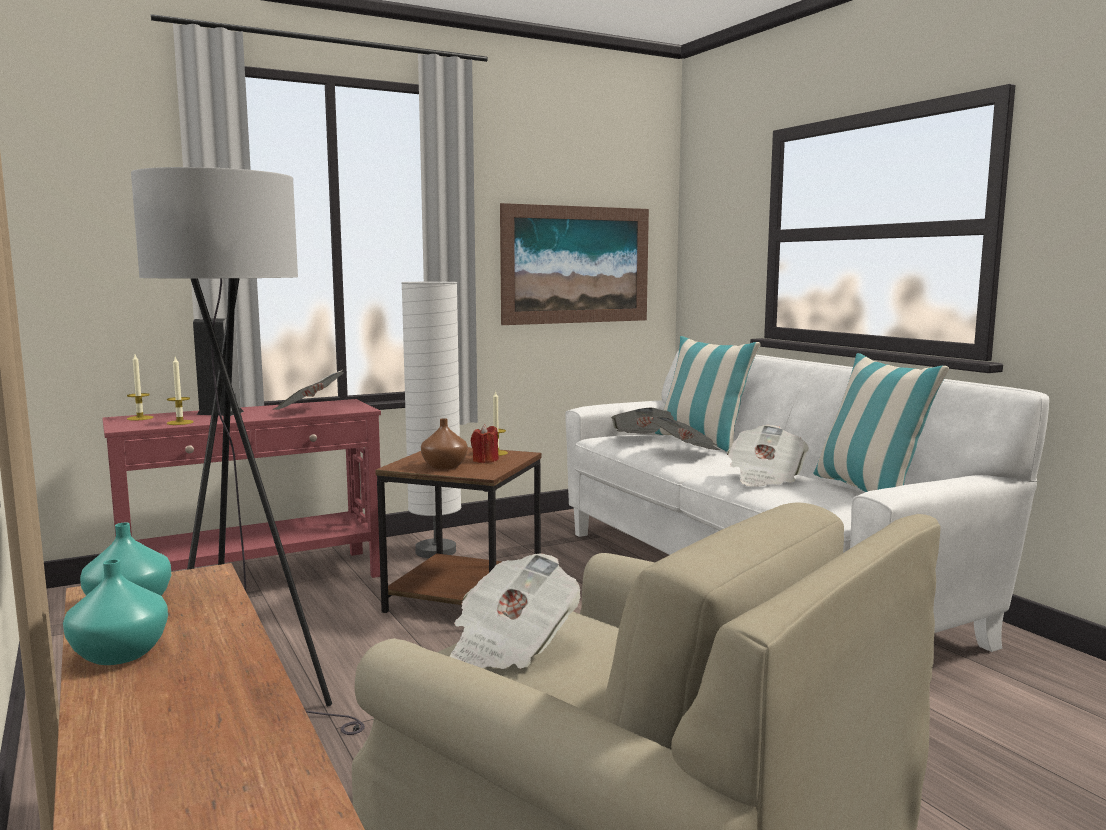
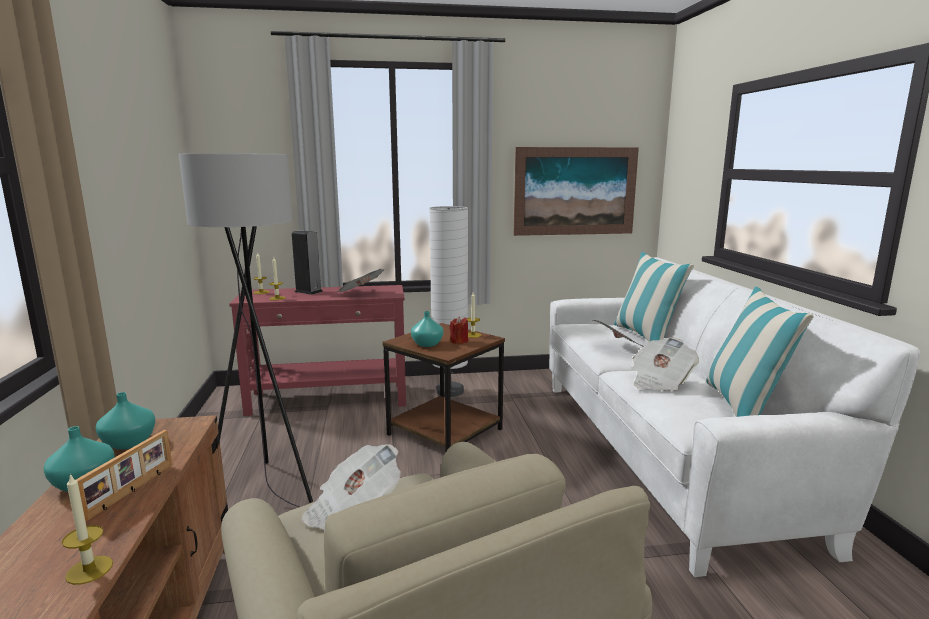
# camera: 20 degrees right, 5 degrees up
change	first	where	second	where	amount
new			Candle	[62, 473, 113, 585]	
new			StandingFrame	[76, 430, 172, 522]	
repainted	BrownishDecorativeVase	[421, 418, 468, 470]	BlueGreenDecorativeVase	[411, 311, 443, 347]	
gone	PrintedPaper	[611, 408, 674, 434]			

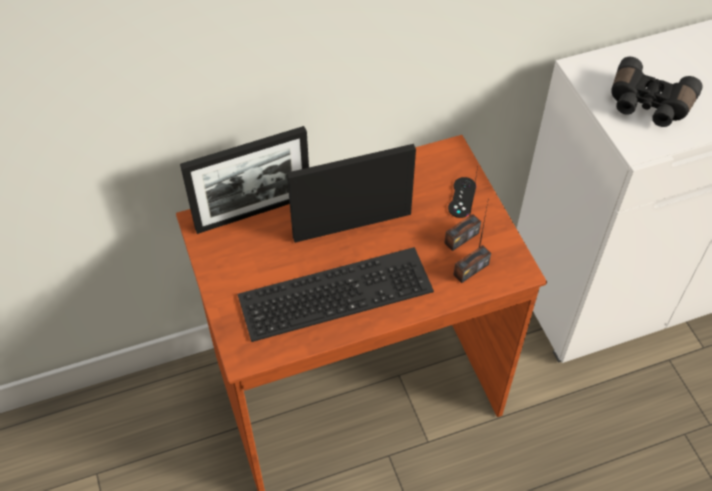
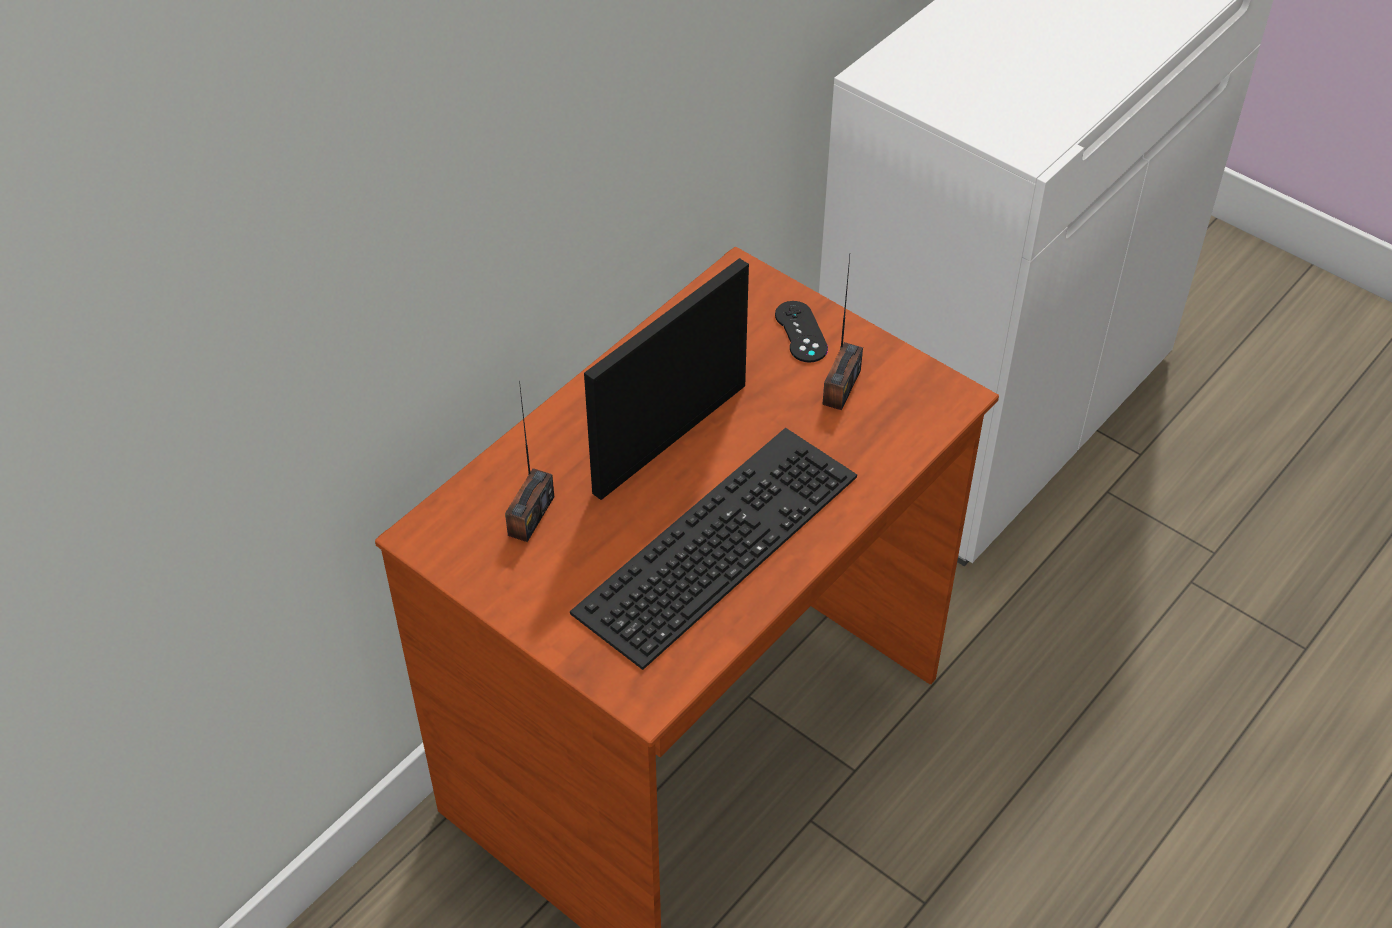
# camera: 30 degrees left, 5 degrees down
change	first	where	second	where	amount
shifted	RadioSet	[454, 198, 491, 283]		[505, 381, 554, 542]	
gone	StandingFrame	[180, 126, 309, 234]			
gone	BlackColouredPairOfBinoculars	[611, 57, 703, 127]			

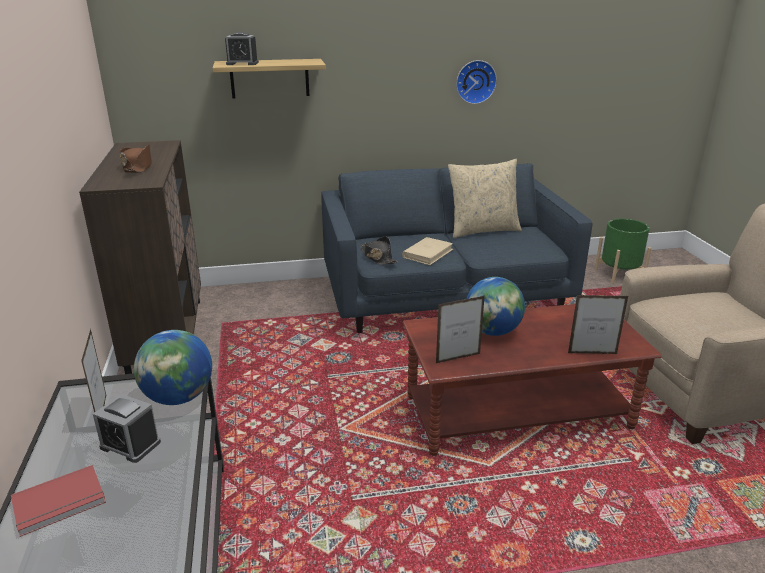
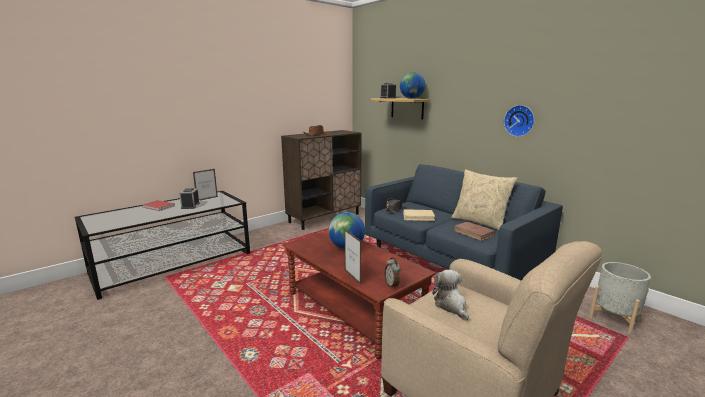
# camera: 60 degrees right, 10 degrees down
change	first	where	second	where	amount
new			TableClock	[385, 257, 401, 289]	
shifted	WorldGlobe	[134, 330, 212, 405]		[400, 72, 425, 99]	
new			CuddlyToy	[433, 270, 469, 320]	
new			BrownishBoundBook	[453, 222, 495, 241]	
repainted	GreenColouredPlanter	[595, 219, 651, 284]	GrayPlanter	[589, 262, 651, 334]	
gone	StandingFrame	[436, 296, 485, 363]			

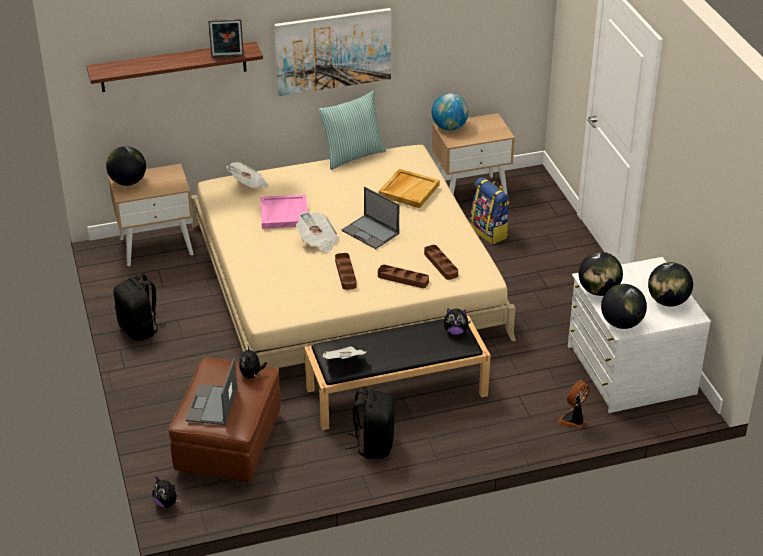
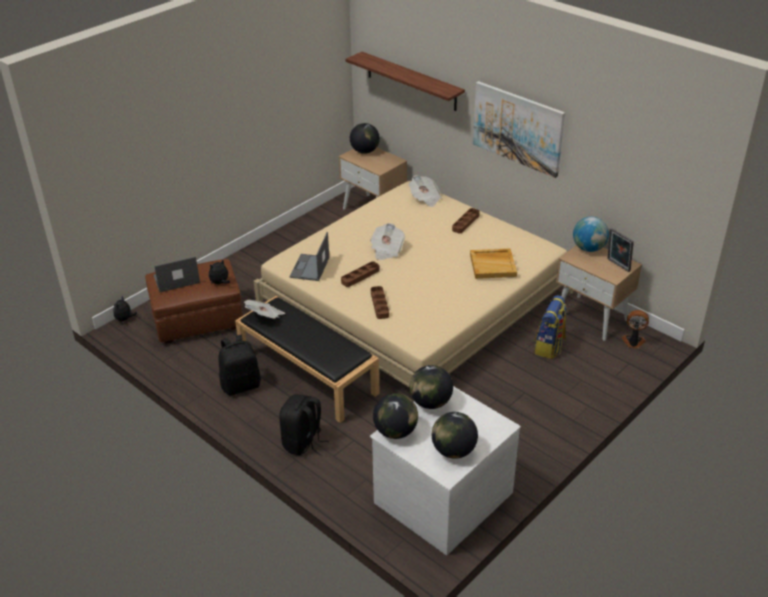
# camera: 60 degrees right, 0 degrees up
change	first	where	second	where	amount
shifted	BlackColouredBackpack	[114, 272, 166, 341]		[279, 394, 329, 456]	
shifted	Laptop	[341, 187, 399, 249]		[290, 232, 329, 281]	
shifted	BrownishServingTray	[424, 245, 458, 280]		[452, 208, 480, 233]	
shifted	StandingFrame	[208, 18, 244, 58]		[607, 228, 634, 272]	
shifted	Fan	[557, 381, 590, 428]		[622, 310, 649, 349]	
gone	PinkServingTray	[260, 194, 308, 229]			
gone	Pillow	[318, 91, 386, 170]			
gone	CuddlyToy	[444, 308, 471, 335]			

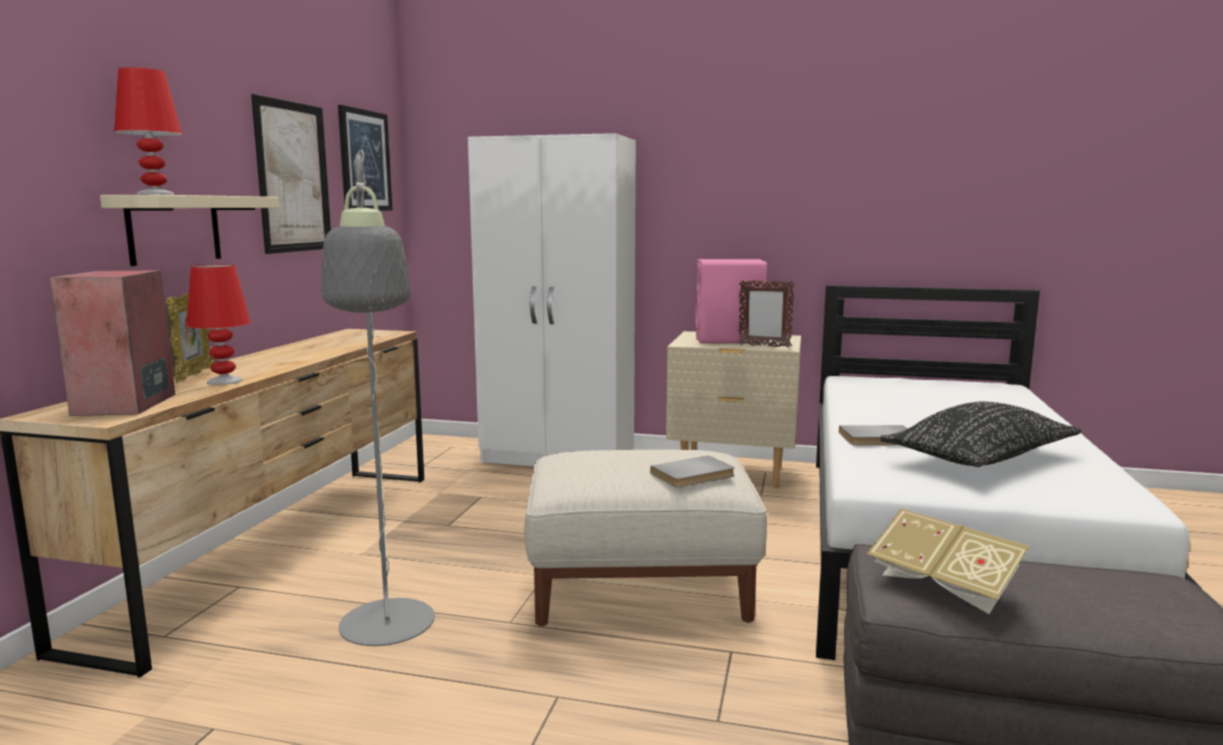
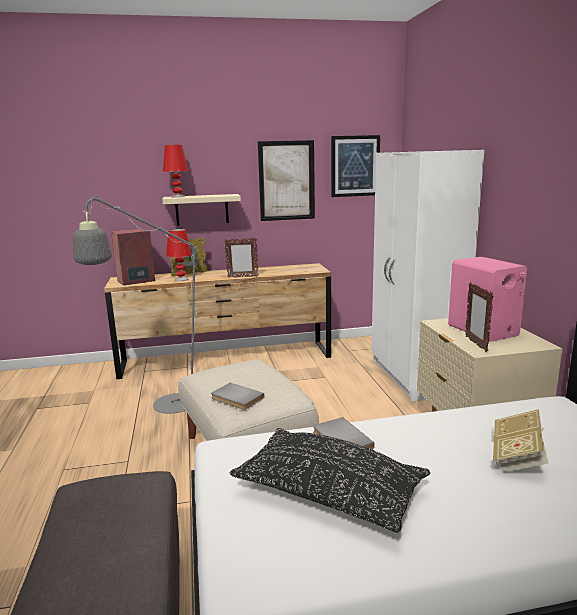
# camera: 65 degrees right, 5 degrees up
change	first	where	second	where	amount
new			StandingFrame	[224, 238, 258, 278]	
shifted	BoundBook	[867, 508, 1029, 614]		[493, 409, 549, 473]	

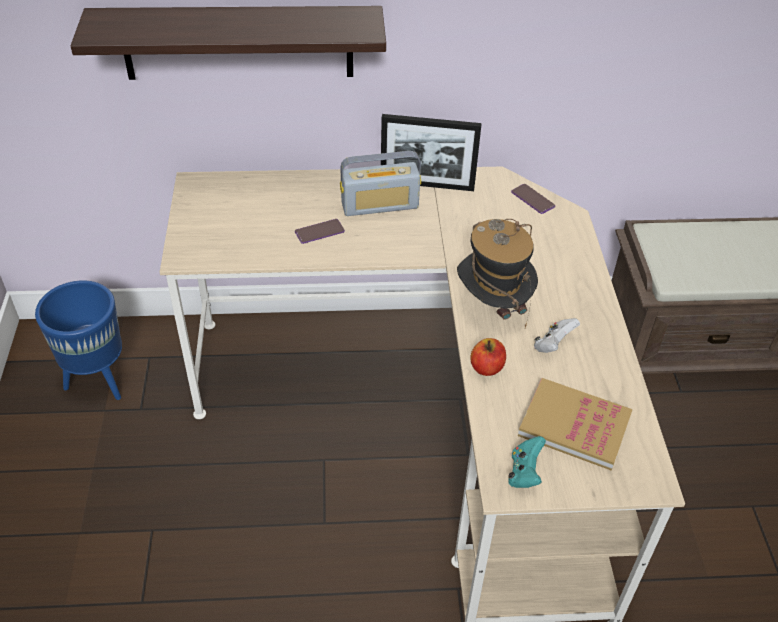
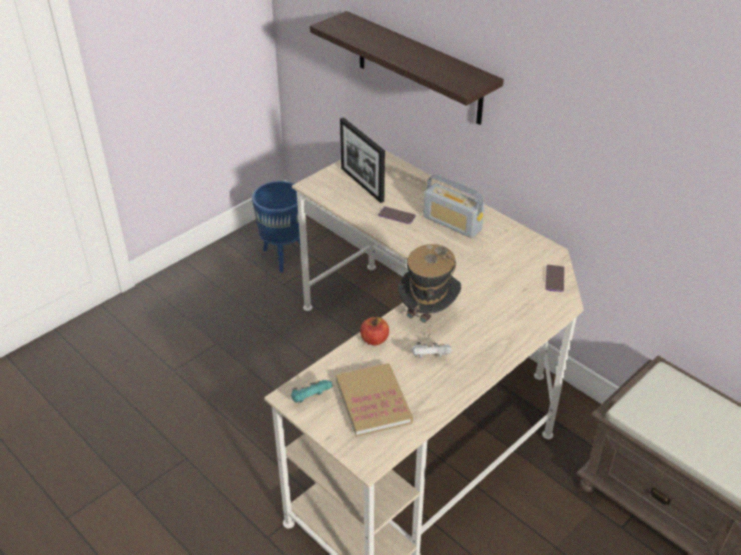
# camera: 50 degrees right, 5 degrees down
change	first	where	second	where	amount
shifted	StandingFrame	[381, 114, 482, 191]		[340, 117, 385, 203]	

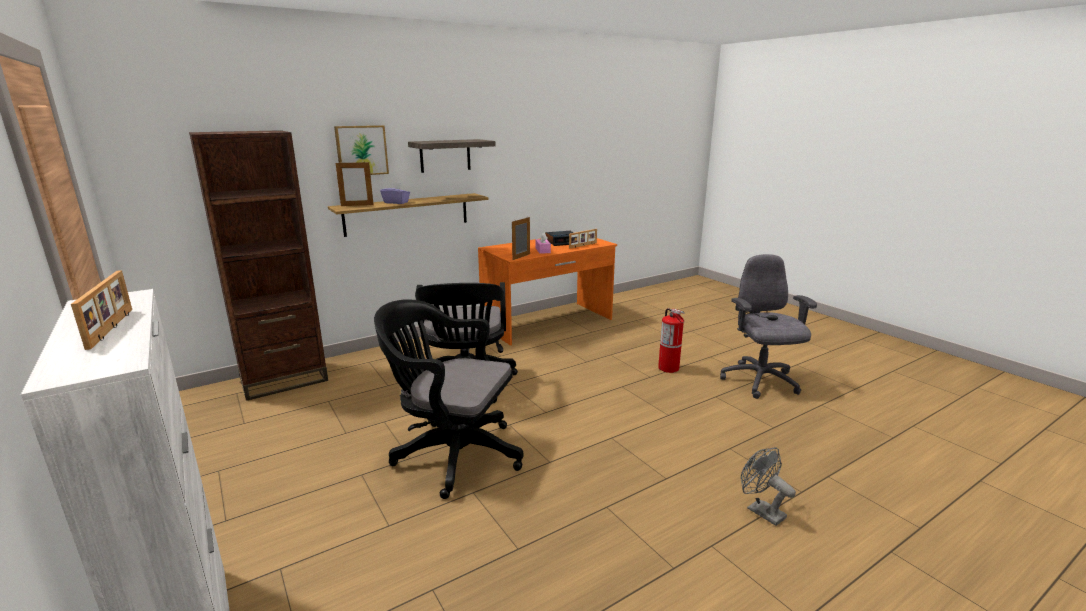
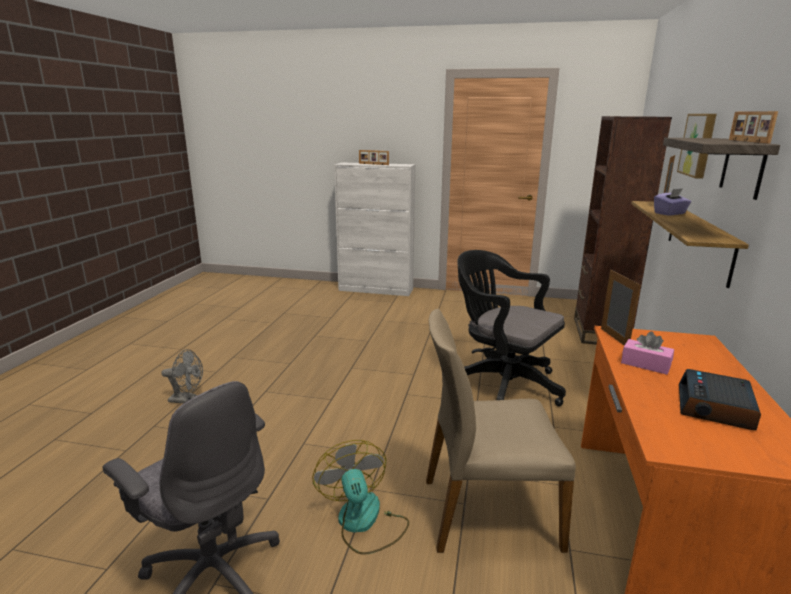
# camera: 135 degrees right, 0 degrees up
change	first	where	second	where	amount
swapped	FireExtinguisher	[658, 308, 685, 373]	Fan	[312, 440, 409, 555]	
new			SandColouredChair	[426, 309, 576, 553]	
shifted	StandingFrame	[569, 229, 597, 248]		[729, 111, 778, 144]	
gone	BlackColouredComputerChair	[374, 299, 524, 499]			

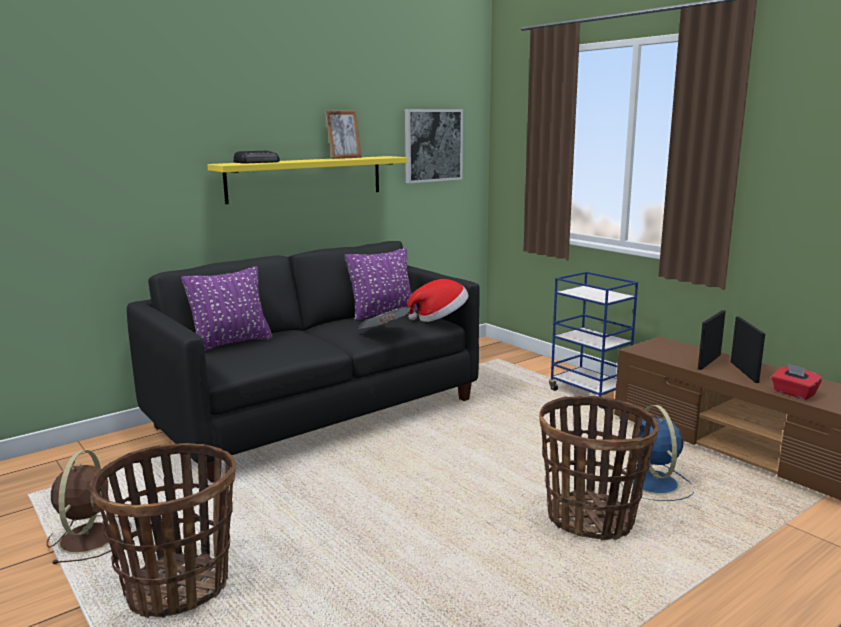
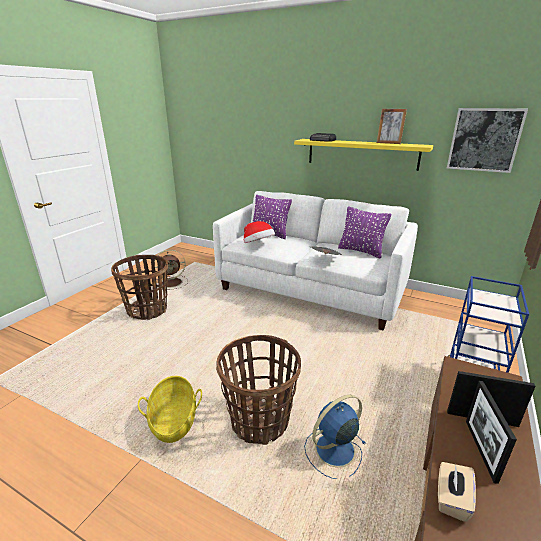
# camera: 65 degrees right, 10 degrees up
change	first	where	second	where	amount
new			StorageBasket	[138, 376, 202, 443]	
repainted	BlackColouredSofa	[127, 241, 479, 483]	WhitishSofa	[213, 191, 418, 331]	
shifted	Hat	[407, 279, 469, 322]		[244, 221, 275, 243]	
repainted	ReddishTissueHolder	[771, 363, 822, 400]	SandColouredTissueHolder	[438, 462, 476, 522]	
rotated	StandingFrame	[731, 316, 765, 383]		[466, 381, 517, 484]	120 degrees clockwise

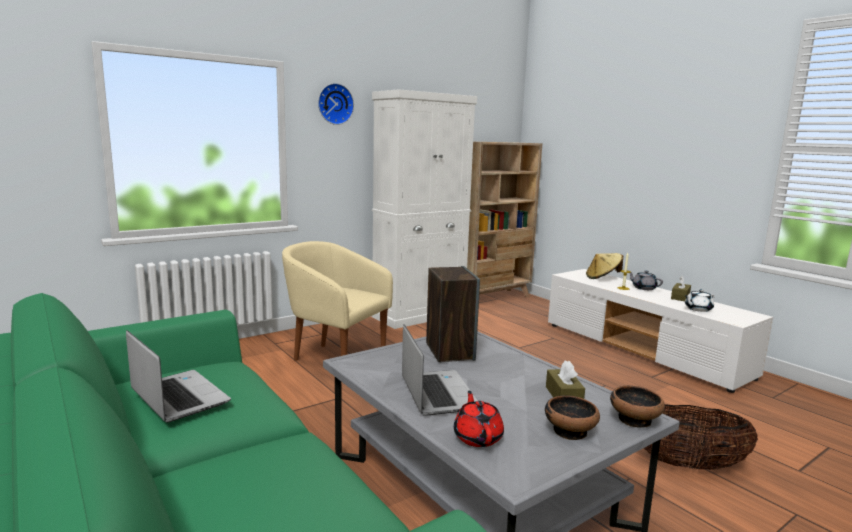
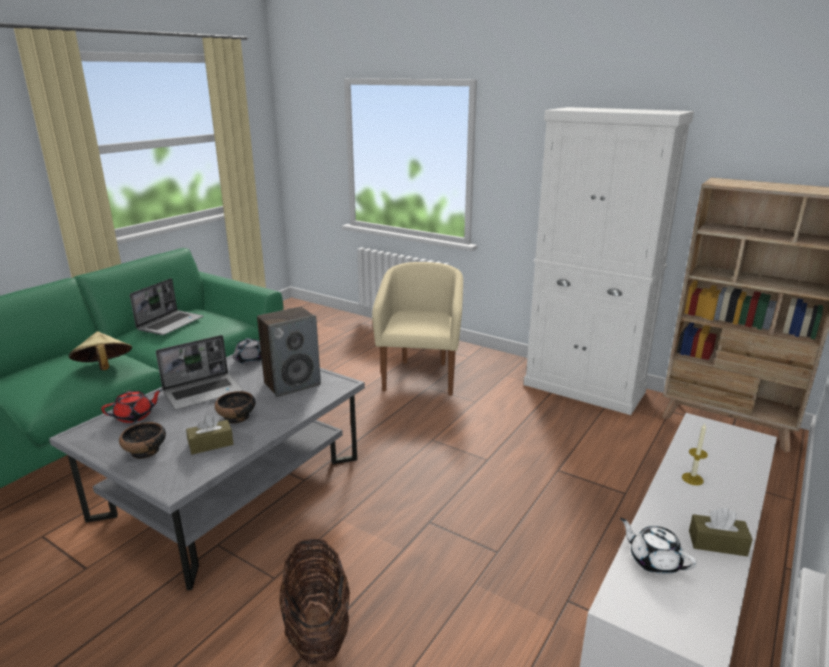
# camera: 70 degrees right, 10 degrees up
change	first	where	second	where	amount
shifted	SandColouredHat	[586, 253, 623, 279]		[69, 331, 132, 370]	
shifted	Bowl	[610, 386, 665, 428]		[215, 391, 256, 424]	
shifted	GrayTeaPot	[630, 271, 663, 290]		[233, 338, 262, 364]	
gone	ClockOnTheWall	[318, 83, 354, 125]			

